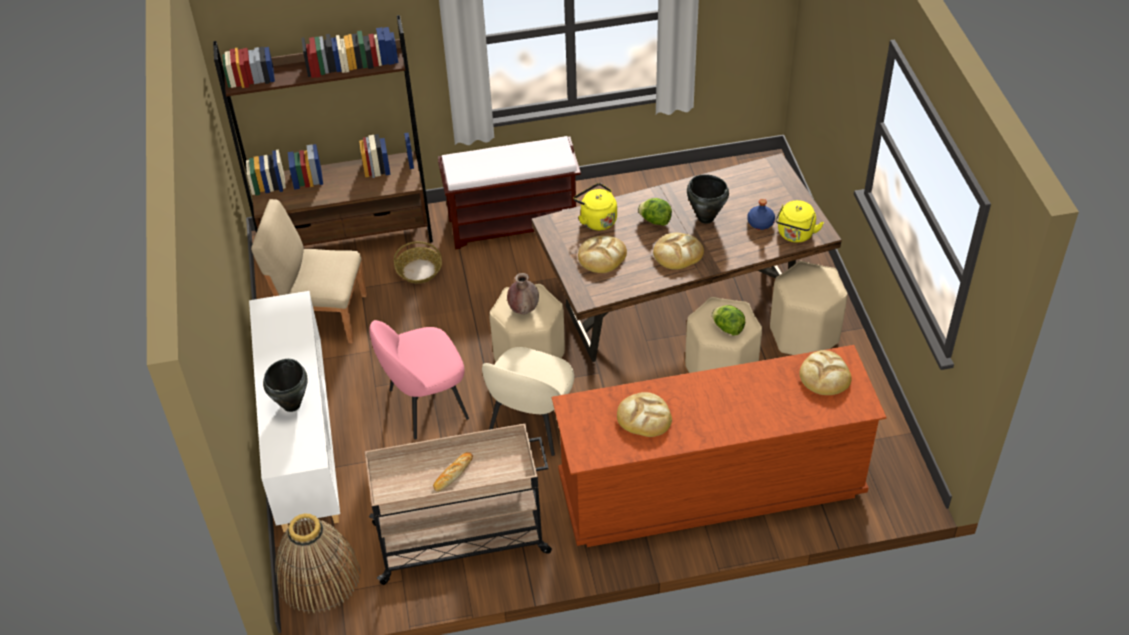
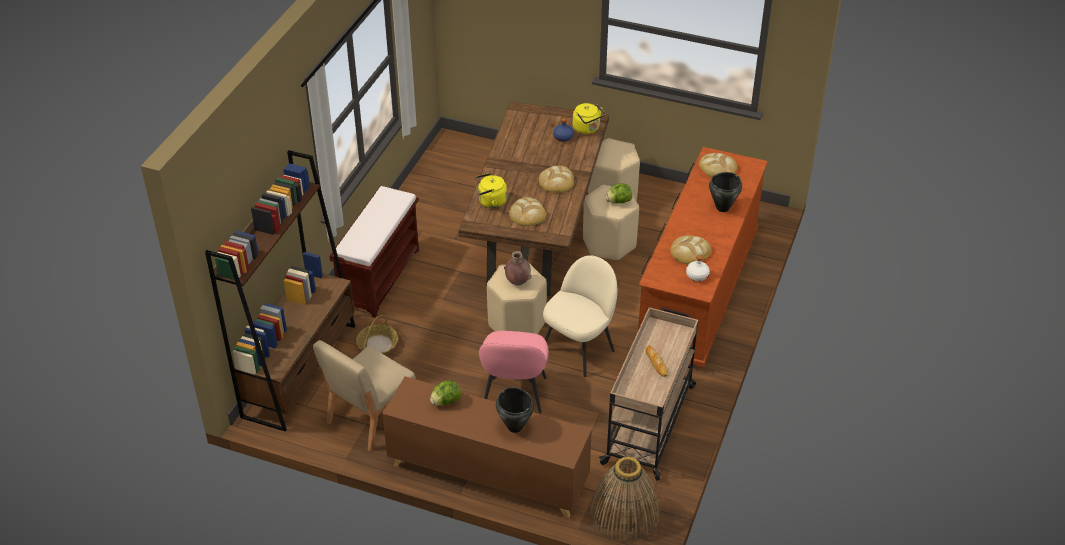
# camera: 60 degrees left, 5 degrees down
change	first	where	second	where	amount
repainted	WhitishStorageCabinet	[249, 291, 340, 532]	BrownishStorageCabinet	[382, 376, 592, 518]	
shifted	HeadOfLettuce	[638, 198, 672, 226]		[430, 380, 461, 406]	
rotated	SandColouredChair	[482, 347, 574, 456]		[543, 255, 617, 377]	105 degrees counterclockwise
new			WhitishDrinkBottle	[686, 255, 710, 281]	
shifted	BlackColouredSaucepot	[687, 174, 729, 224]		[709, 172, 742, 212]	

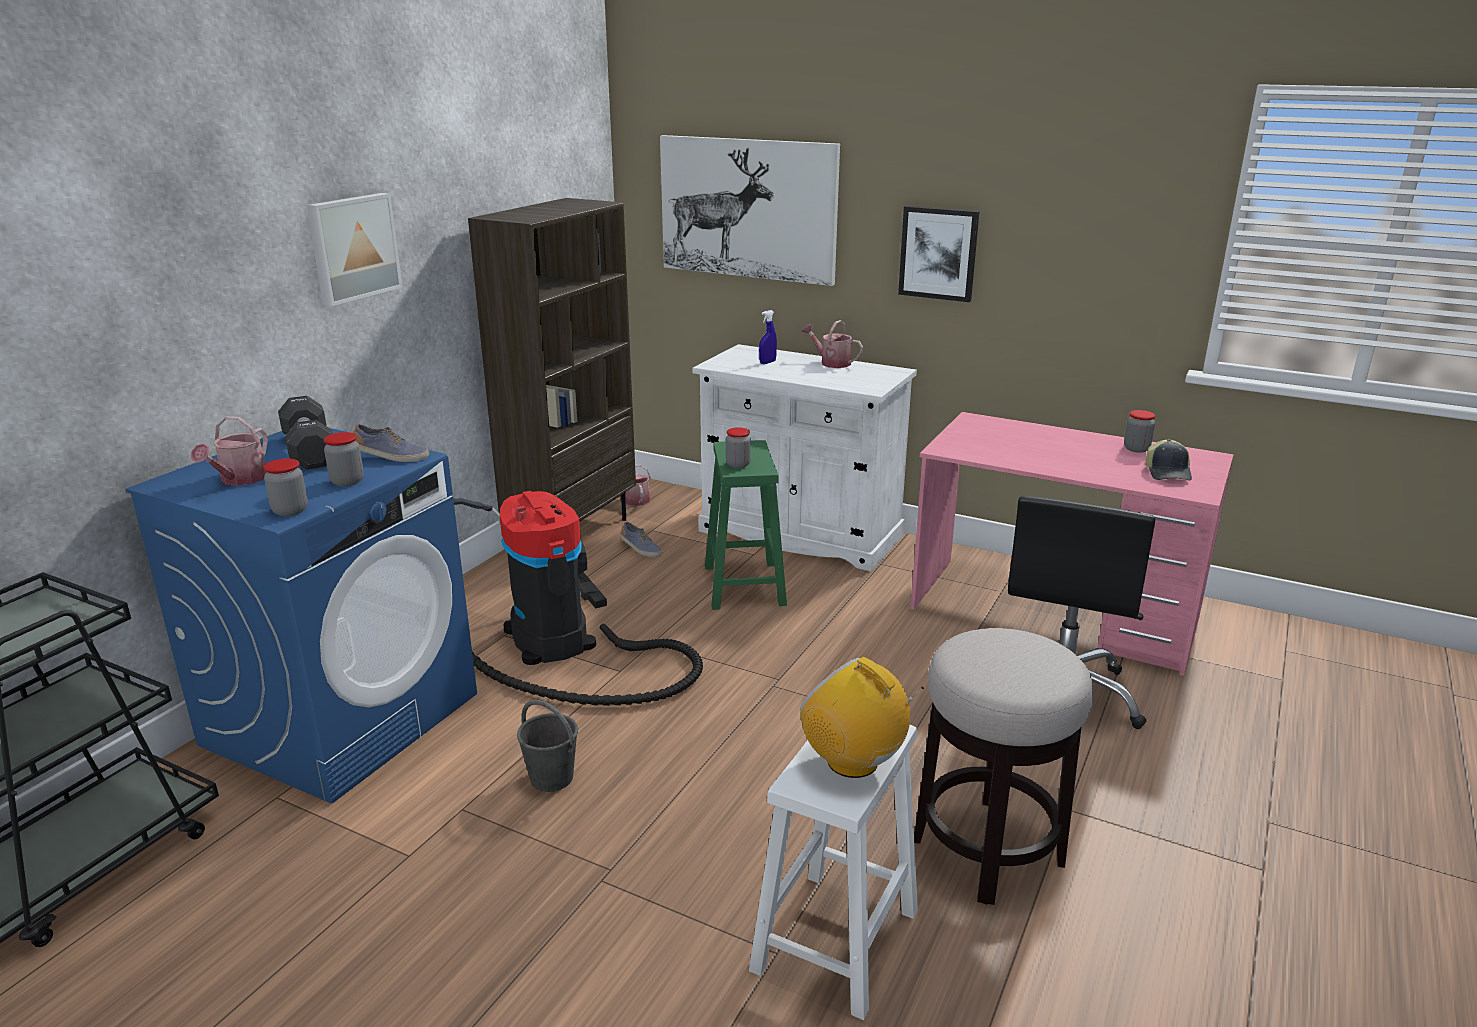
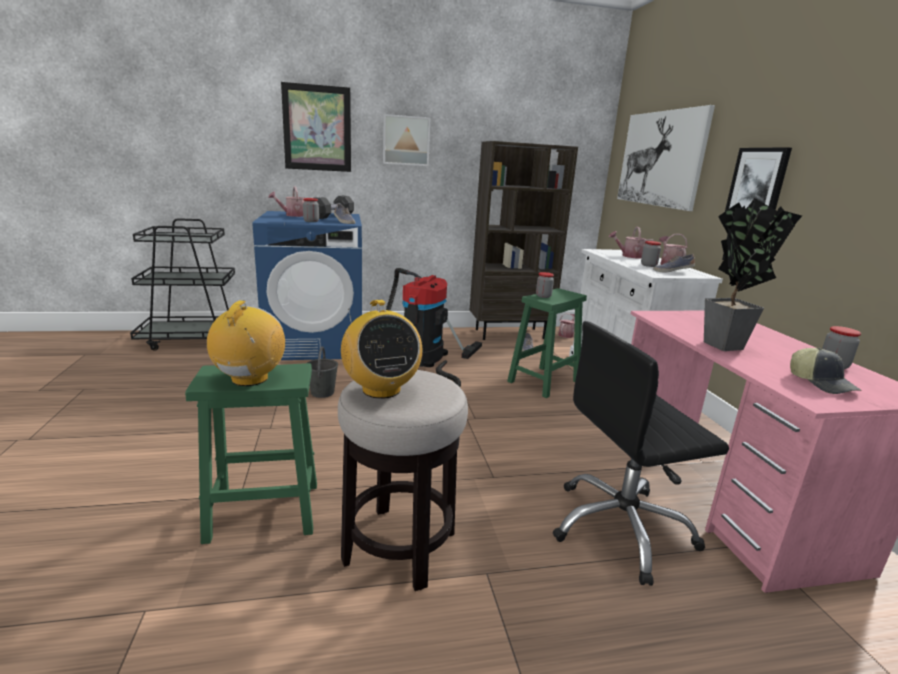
# camera: 50 degrees right, 5 degrees down
change	first	where	second	where	amount
repainted	WhitishSittingStool	[749, 725, 918, 1020]	GreenColouredSittingStool	[185, 363, 317, 544]	
new			WallPicture	[281, 82, 351, 172]	
new			RadioSet	[341, 300, 422, 399]	
swapped	BlueColouredSprayBottle	[759, 310, 777, 364]	SprinklingCan	[609, 227, 654, 258]	
shifted	Jar	[263, 458, 308, 516]		[641, 241, 662, 267]	
new			ItemOfFootwear	[653, 254, 695, 272]	
new			PlantInAPot	[704, 198, 802, 351]	
rotated	Cap	[1145, 439, 1192, 481]		[790, 348, 862, 394]	75 degrees counterclockwise

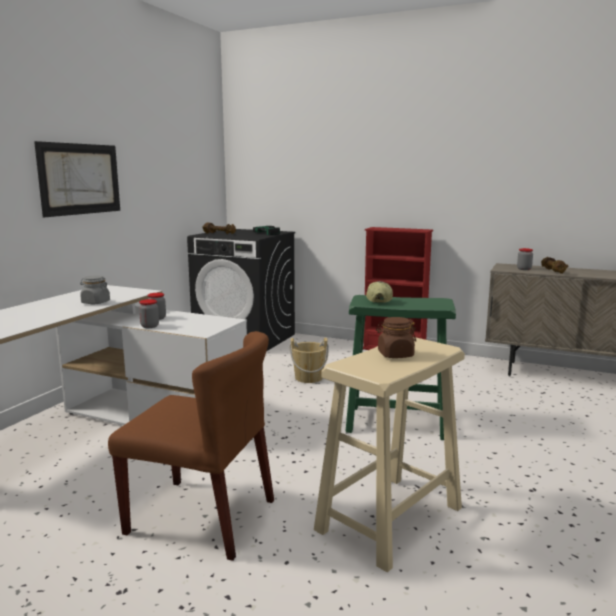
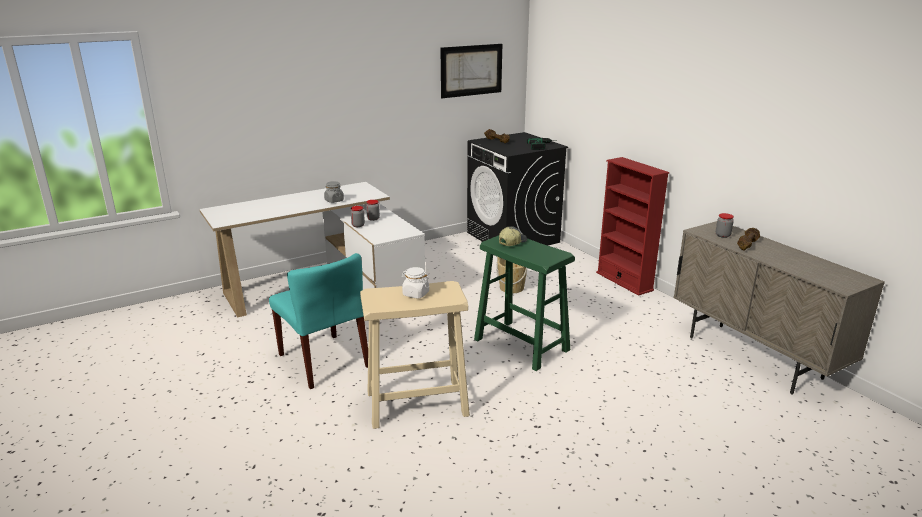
# camera: 35 degrees right, 10 degrees up
change	first	where	second	where	amount
repainted	BrownishChair	[108, 331, 274, 561]	BlueGreenChair	[269, 253, 368, 389]	
repainted	BrownishJar	[376, 317, 416, 358]	WhitishJar	[401, 267, 430, 299]	
shifted	WallPicture	[34, 141, 120, 217]		[440, 44, 502, 98]	

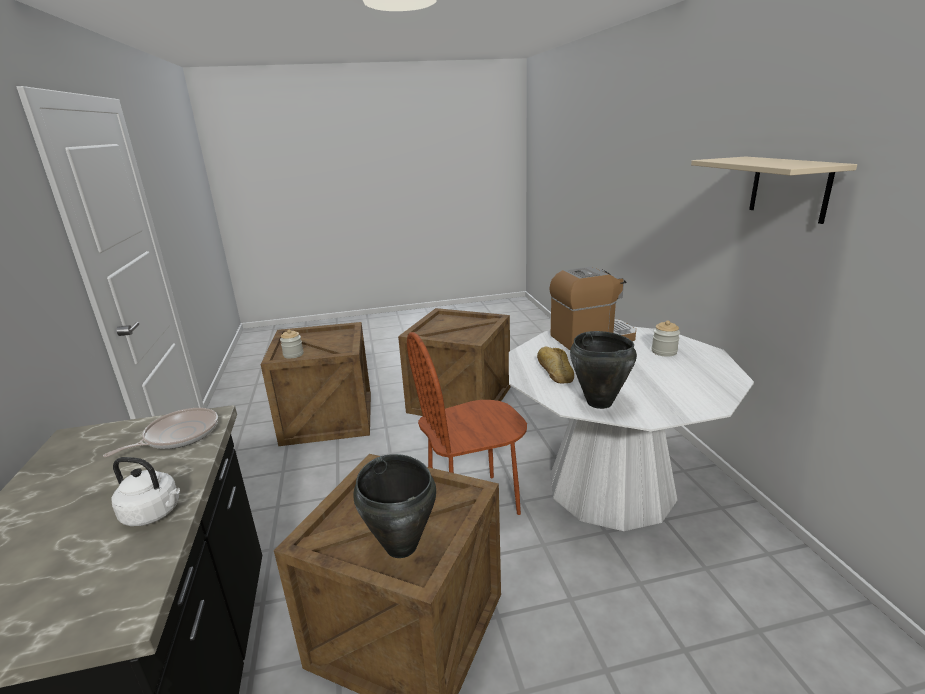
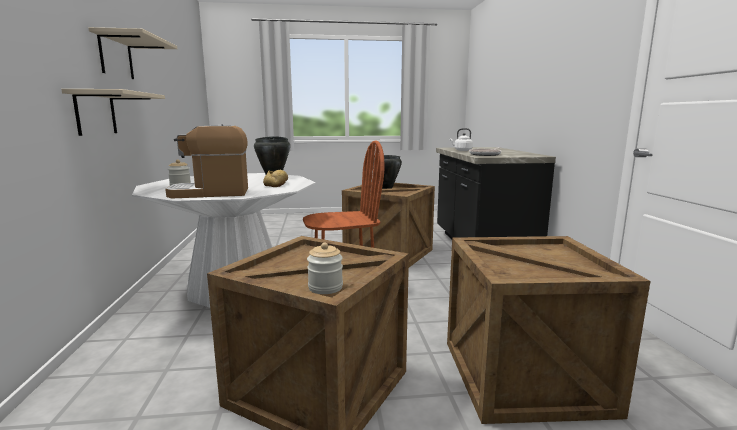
# camera: 175 degrees left, 10 degrees down
change	first	where	second	where	amount
new			SandColouredWallShelf	[61, 89, 165, 136]	
shifted	Jar	[280, 330, 304, 359]		[307, 242, 343, 294]	

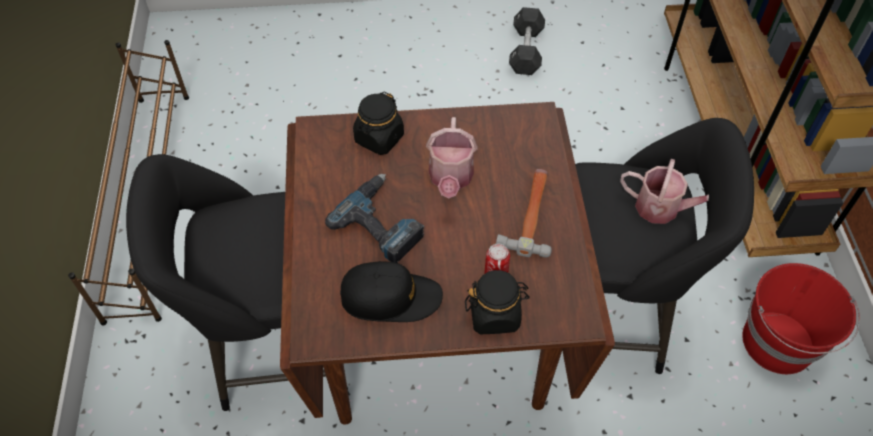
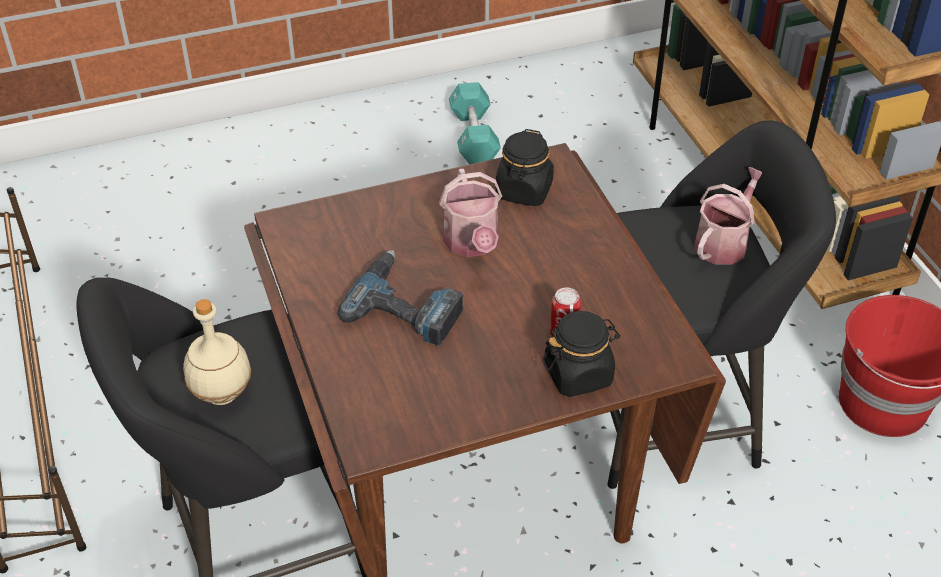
# camera: 15 degrees left, 10 degrees down
change	first	where	second	where	amount
new			SandColouredDrinkBottle	[183, 299, 251, 405]	
repainted	BlackColouredDumbbell	[509, 7, 545, 75]	BlueGreenDumbbell	[449, 82, 501, 164]	
shifted	BlackColouredJar	[353, 92, 404, 155]		[495, 129, 554, 206]	
rotated	SprinklingCan	[620, 159, 709, 224]		[694, 167, 762, 265]	60 degrees counterclockwise
gone	BlackColouredCap	[340, 261, 443, 322]			
gone	Hammer	[496, 169, 552, 257]			

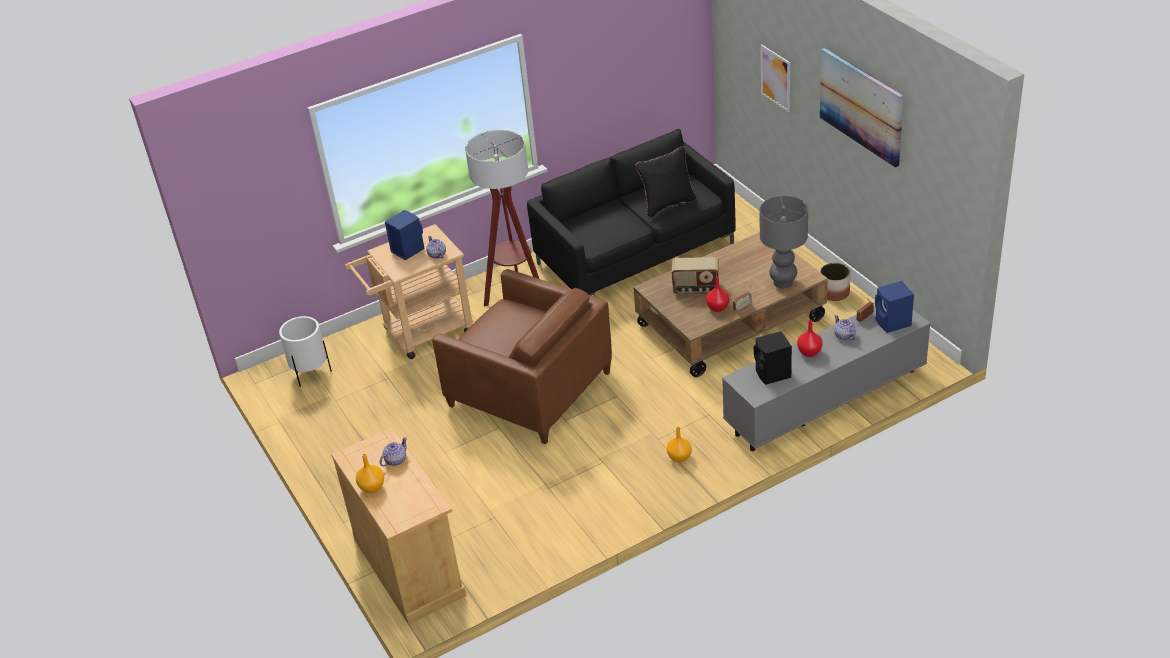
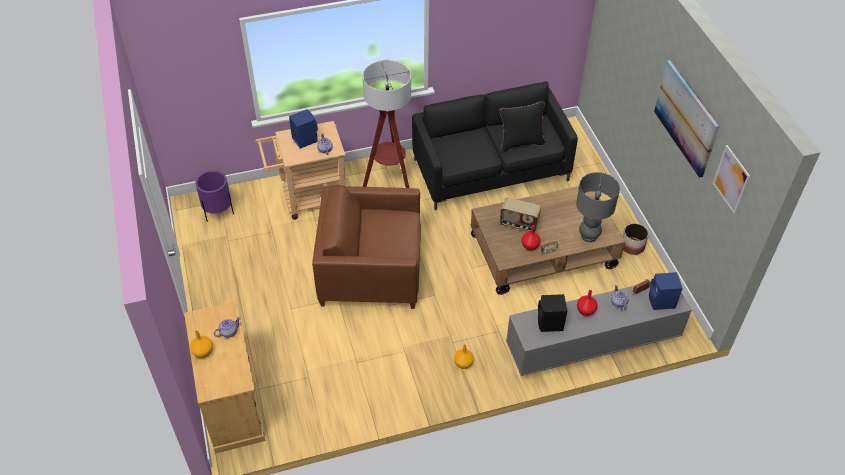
# camera: 10 degrees right, 10 degrees up
change	first	where	second	where	amount
repainted	WhitishPlanter	[279, 316, 332, 387]	PurpleColouredPlanter	[196, 170, 234, 222]	
rotated	BrownishLoungeChair	[432, 269, 612, 444]		[312, 185, 421, 309]	135 degrees clockwise
shifted	WallPicture	[761, 45, 790, 112]		[713, 145, 750, 215]	

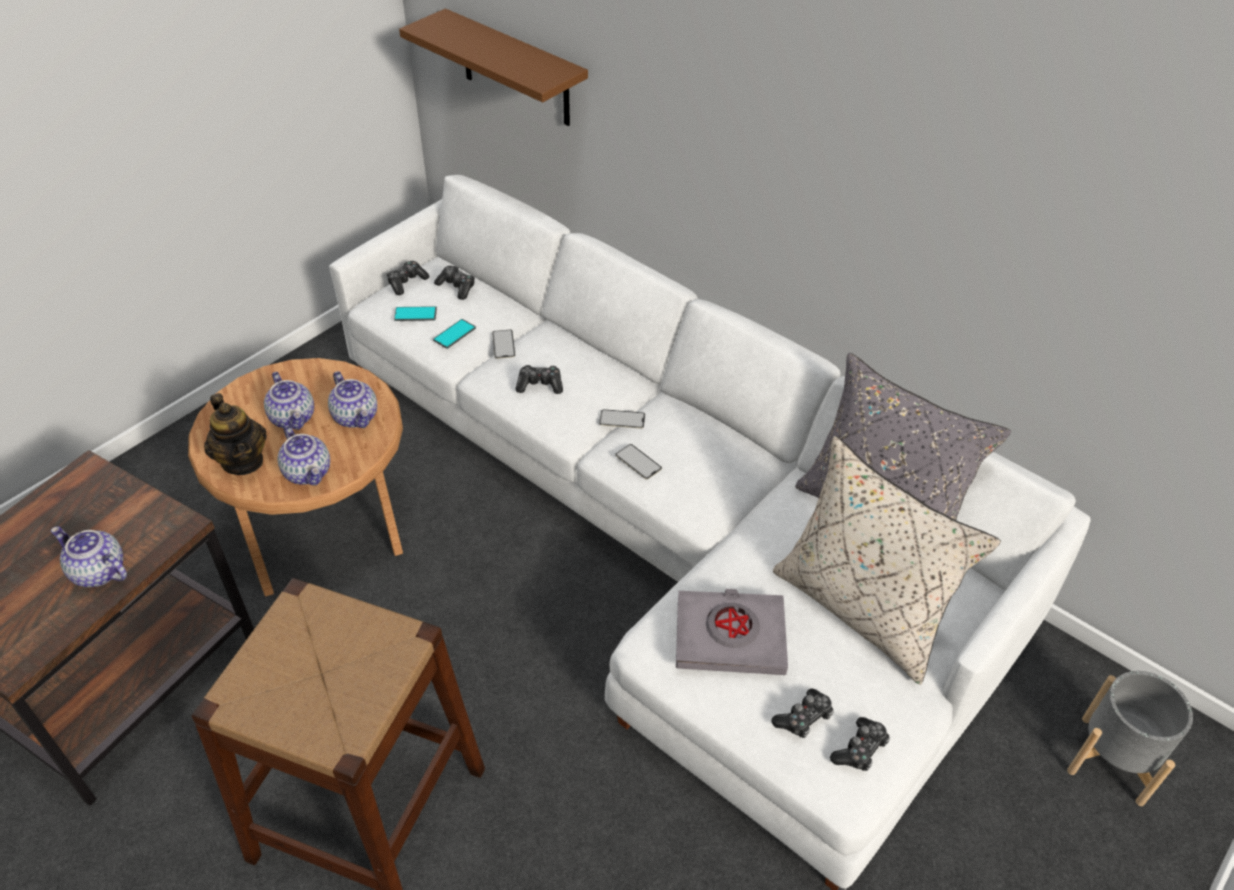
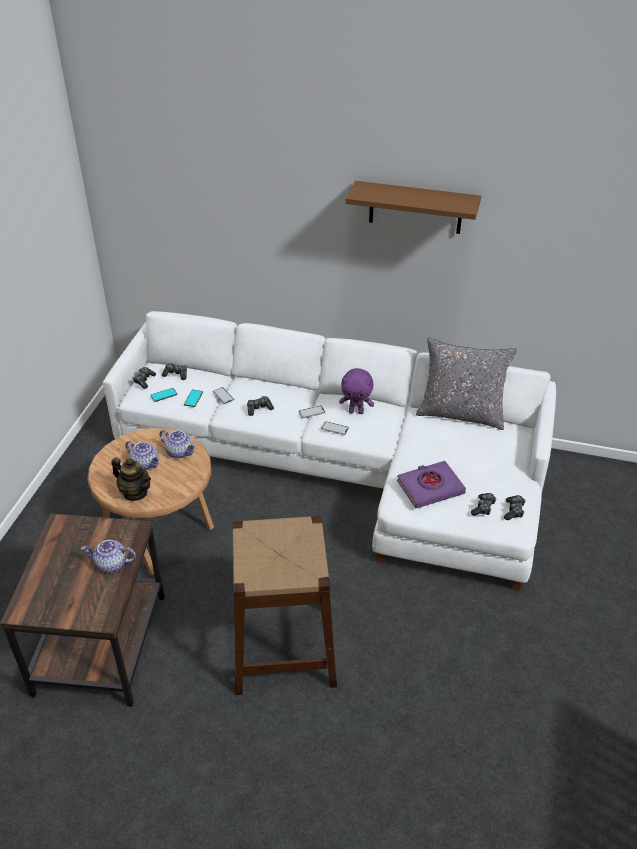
# camera: 25 degrees left, 5 degrees down
change	first	where	second	where	amount
new			PurpleColouredCuddlyToy	[339, 368, 374, 414]	
shifted	BrownishWallShelf	[399, 9, 588, 126]		[346, 181, 481, 234]	
repainted	GrayBoundBook	[676, 589, 788, 675]	PurpleColouredBoundBook	[397, 461, 466, 508]	
gone	TeaPot	[278, 425, 330, 486]			
gone	SandColouredPillow	[773, 436, 1001, 685]			
gone	GrayPlanter	[1067, 671, 1193, 806]			

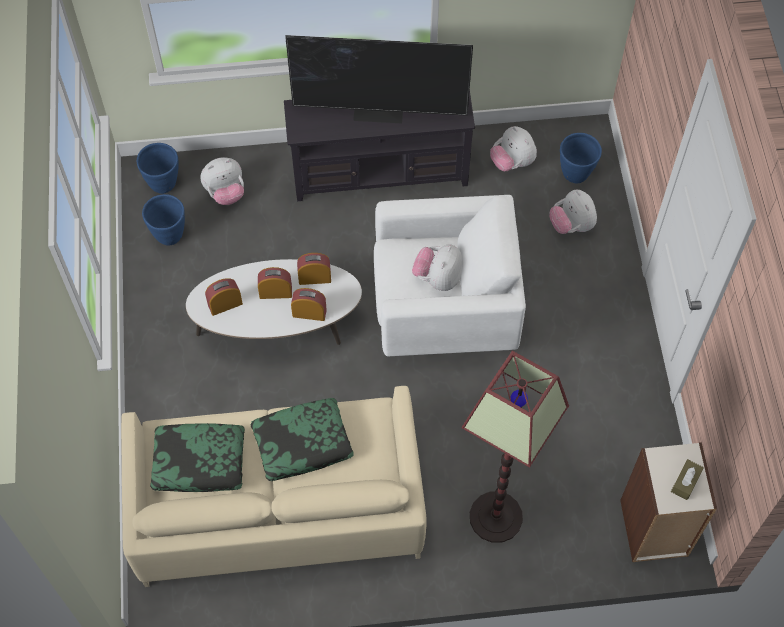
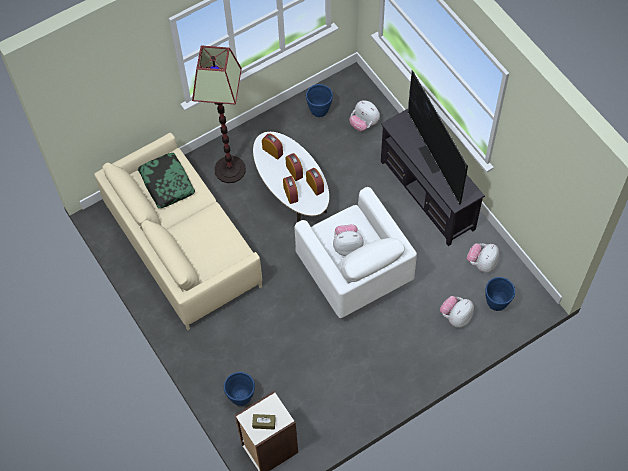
# camera: 65 degrees right, 0 degrees up
change	first	where	second	where	amount
shifted	StandingLamp	[462, 351, 569, 543]		[192, 46, 246, 183]	
shifted	BlueColouredPlanter	[137, 143, 179, 194]		[224, 372, 255, 406]	
gone	Pillow	[251, 398, 354, 481]			

